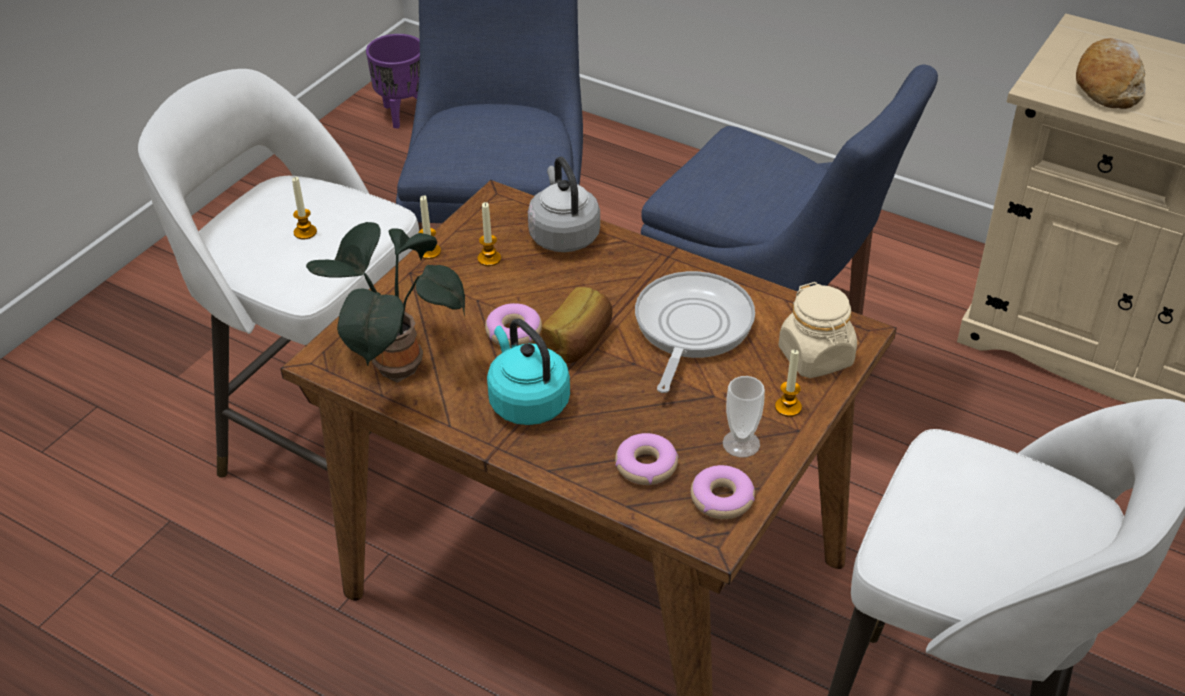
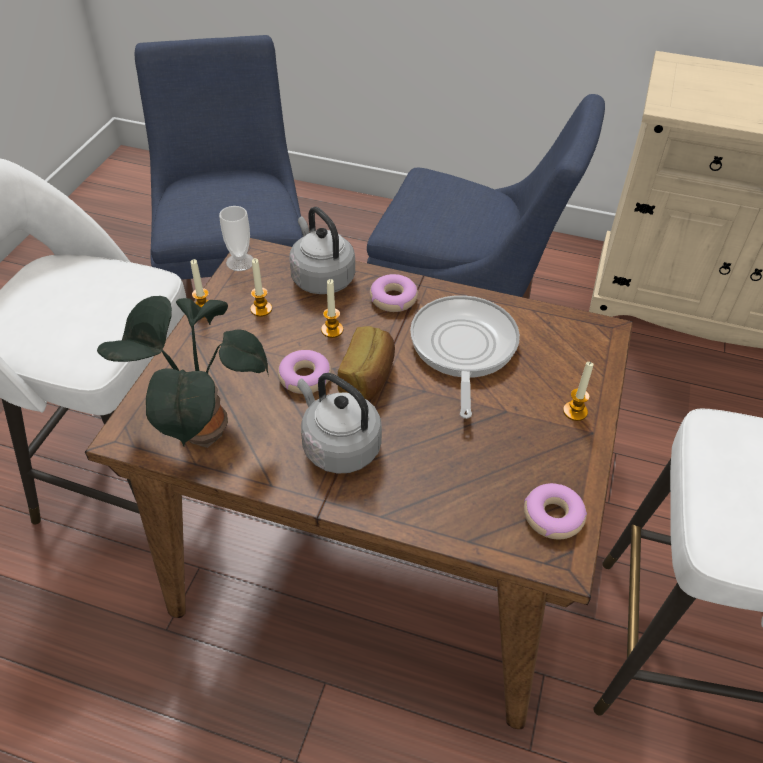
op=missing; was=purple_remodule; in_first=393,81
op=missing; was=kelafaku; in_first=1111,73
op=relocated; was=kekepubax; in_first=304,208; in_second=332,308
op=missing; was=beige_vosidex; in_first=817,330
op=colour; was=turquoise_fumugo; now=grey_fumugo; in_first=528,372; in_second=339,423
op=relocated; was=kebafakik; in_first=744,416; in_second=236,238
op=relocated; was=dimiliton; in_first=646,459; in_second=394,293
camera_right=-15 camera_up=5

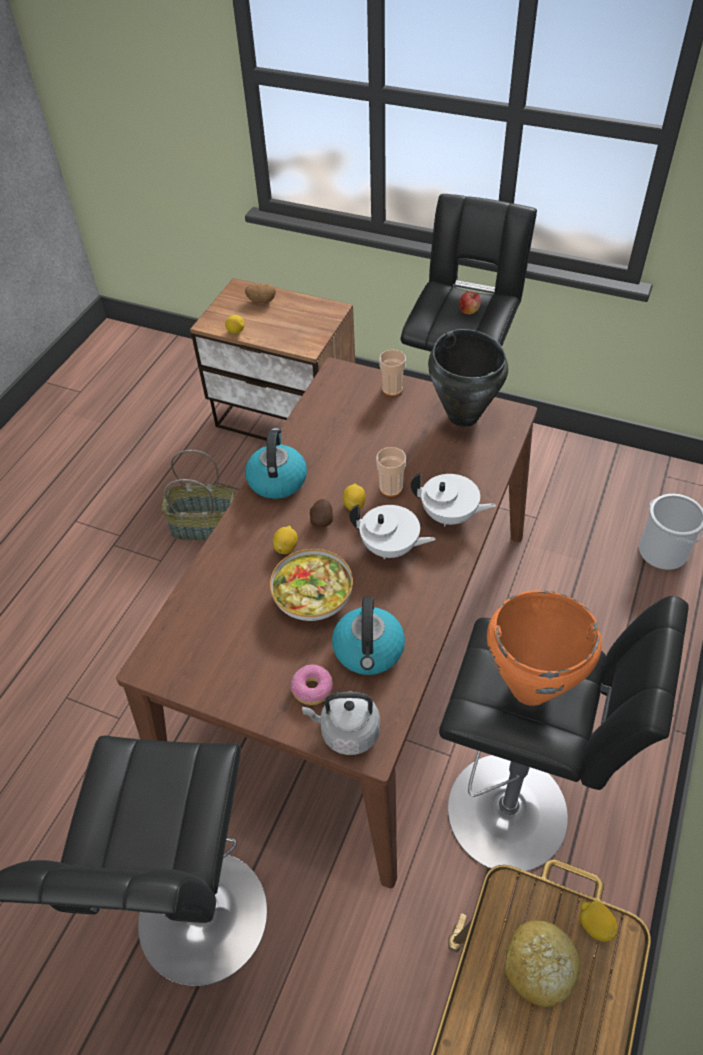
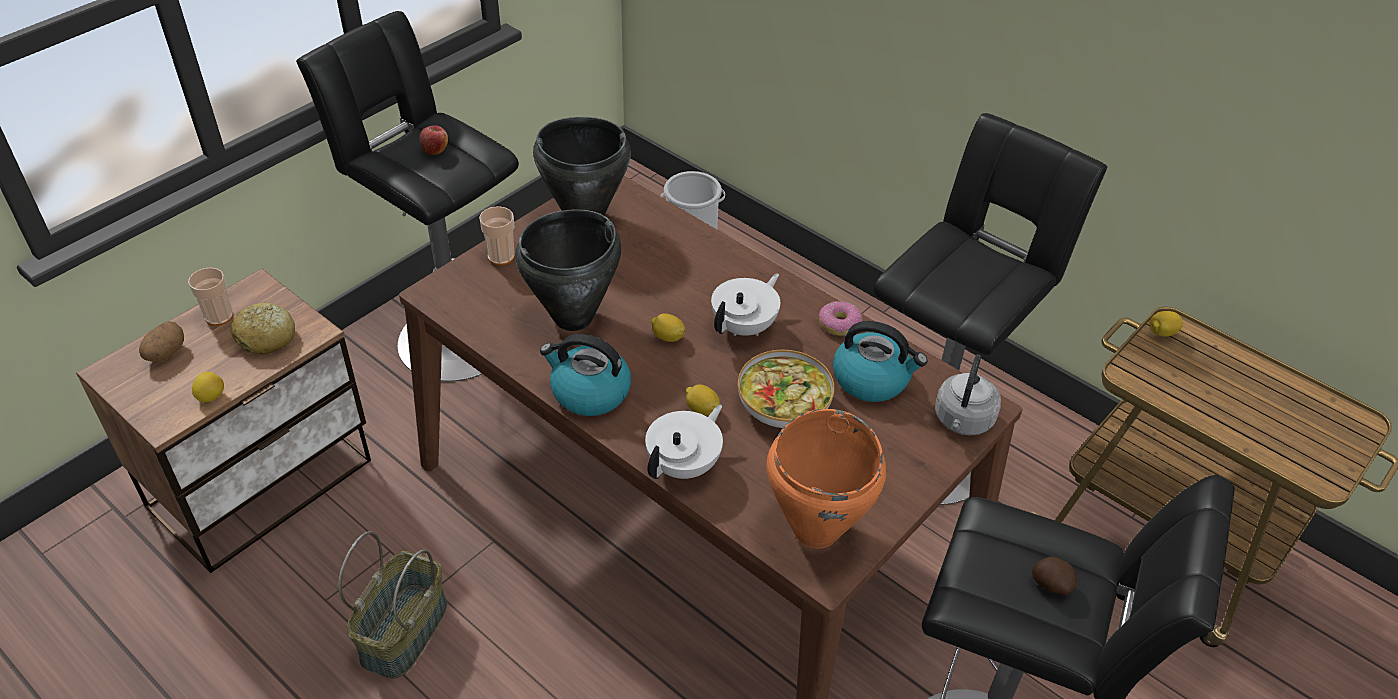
op=relocated; was=kebafakik; in_first=391,472; in_second=210,297
op=relocated; was=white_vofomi; in_first=453,500; in_second=684,442
op=relocated; was=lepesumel; in_first=321,513; in_second=1054,576
op=relocated; was=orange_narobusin; in_first=544,648; in_second=826,478
op=relocated; was=dimiliton; in_first=312,684; in_second=840,318
op=relocated; was=kelafaku; in_first=542,963; in_second=263,328
op=appeared; now=black_narobusin; in_second=568,270
camera_right=-75 camera_up=-5

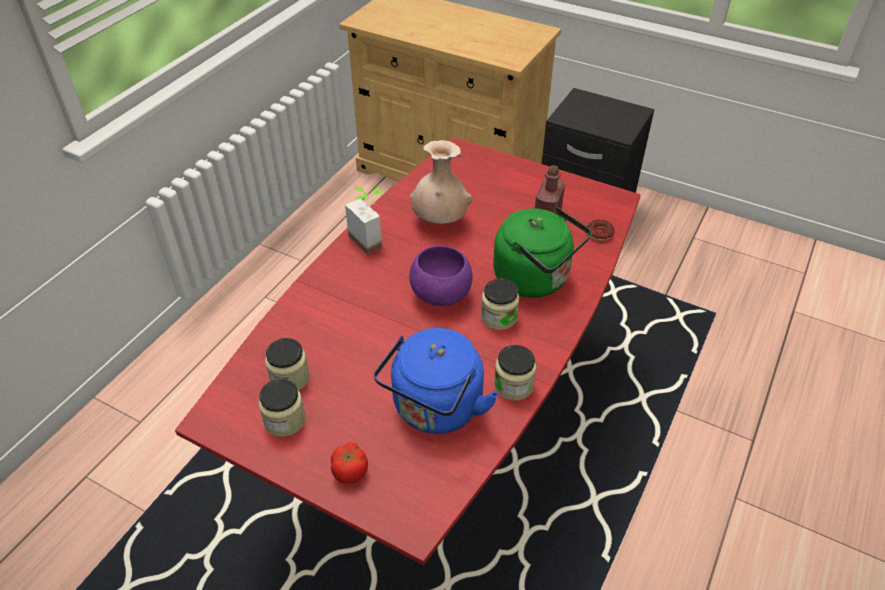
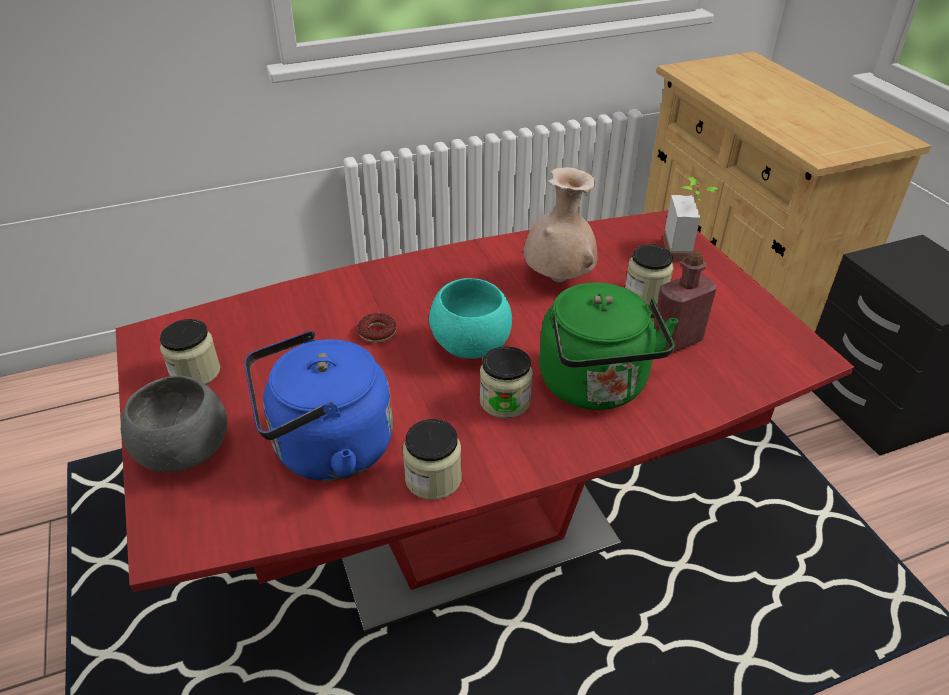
op=relocated; was=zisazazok; in_first=364,221; in_second=690,219
op=relocated; was=dimiliton; in_first=601,230; in_second=377,328
op=colour; was=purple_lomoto; now=turquoise_lomoto; in_first=441,276; in_second=470,318
op=relocated; was=vosidex; in_first=287,364; in_second=649,275
op=exchanged; was=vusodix; now=grey_lomoto; in_first=349,463; in_second=174,424
camera_right=40 camera_up=-5

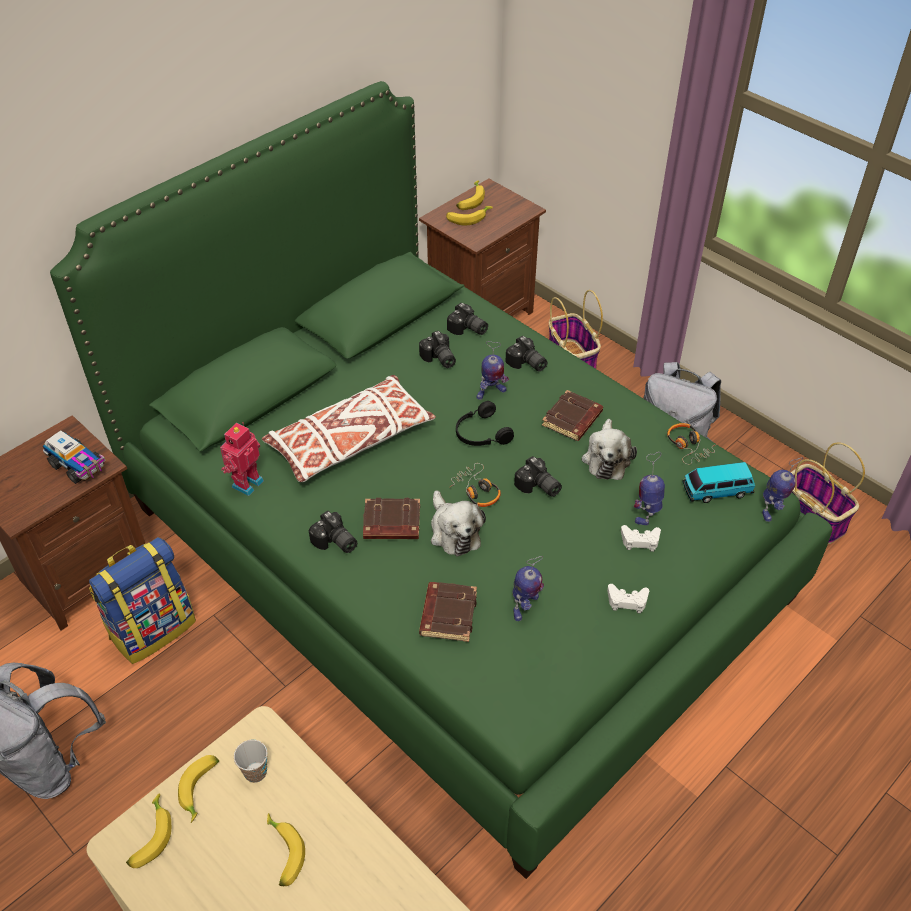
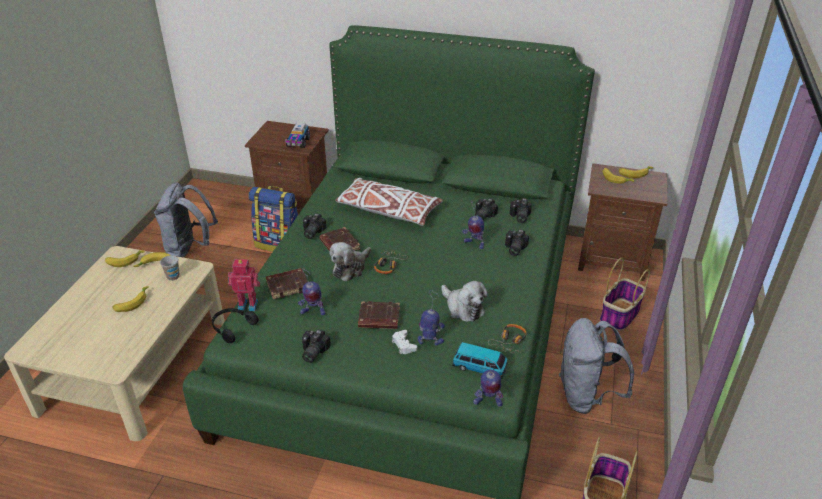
op=relocated; was=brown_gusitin; in_first=572,415; in_second=379,315
op=relocated; was=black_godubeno; in_first=485,423; in_second=235,325
op=spun; was=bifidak; in_first=609,449; in_second=464,301; clockwise=-105
op=relocated; was=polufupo; in_first=242,459; in_second=244,285
op=relocated; was=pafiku; in_first=538,476; in_second=316,346
op=spun; was=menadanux; in_first=719,482; in_second=480,360; clockwise=150
op=missing; was=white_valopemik; in_first=628,598
camera_right=60 camera_up=-10

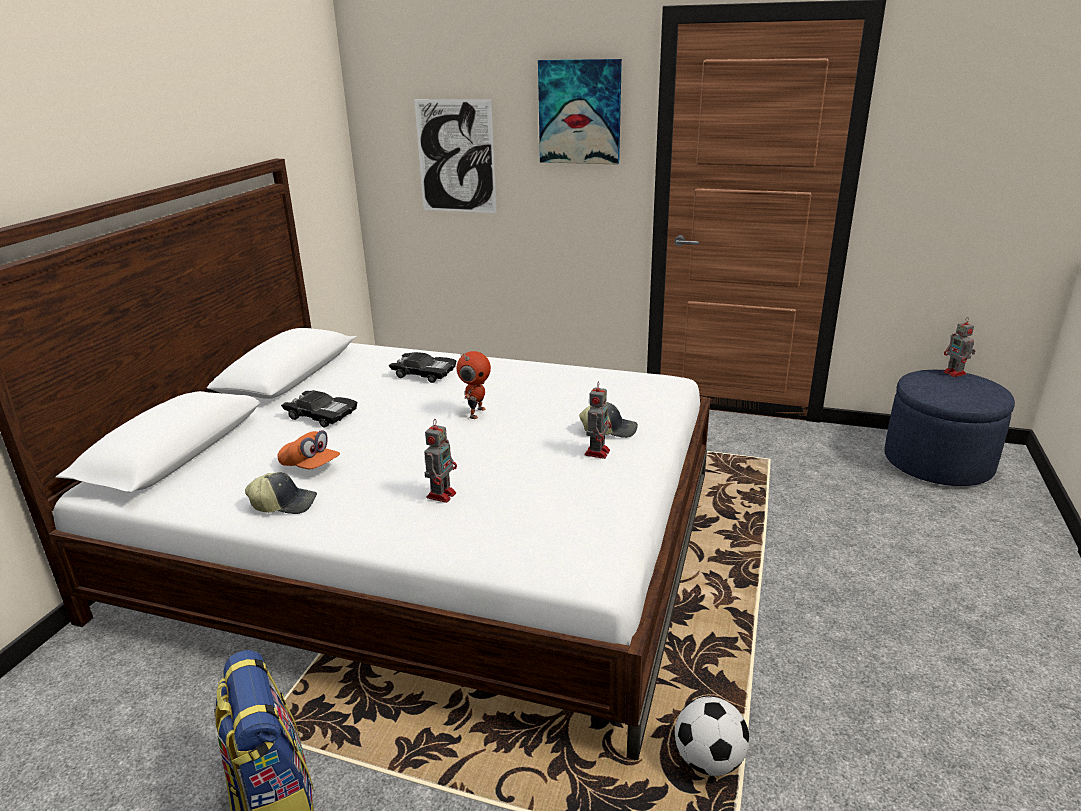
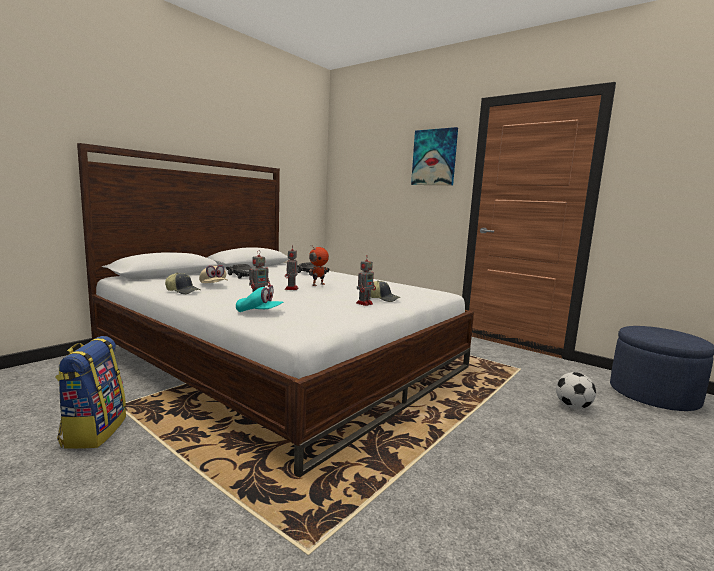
op=missing; was=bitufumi; in_first=455,156
op=relocated; was=polufupo; in_first=959,347; in_second=291,267
op=colour; was=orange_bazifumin; now=beige_bazifumin; in_first=308,449; in_second=213,274
op=relocated; was=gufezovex; in_first=712,736; in_second=576,390
op=appeared; now=turquoise_bazifumin; in_second=260,298
camera_right=20 camera_up=-15

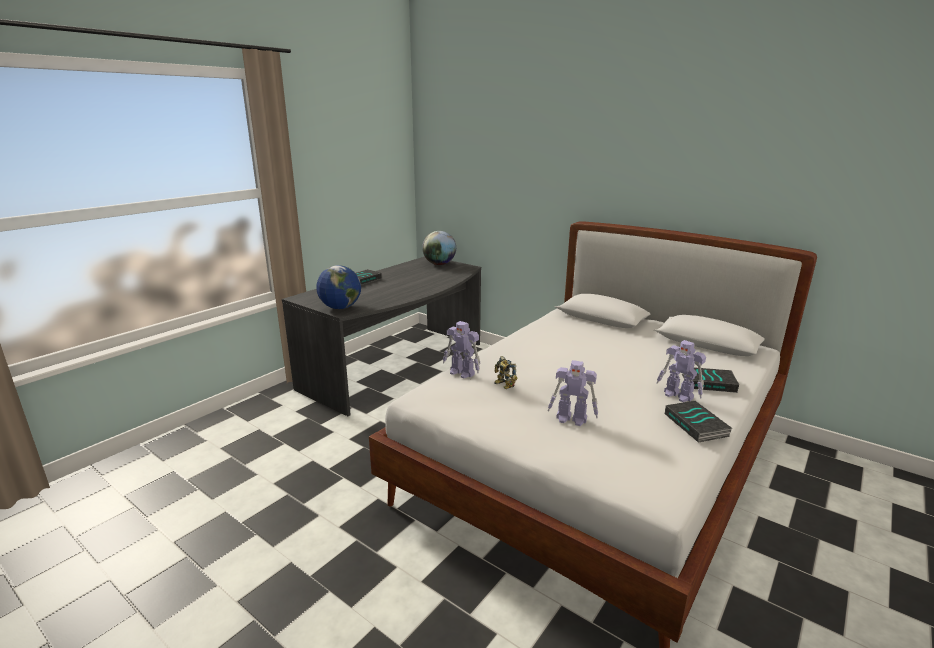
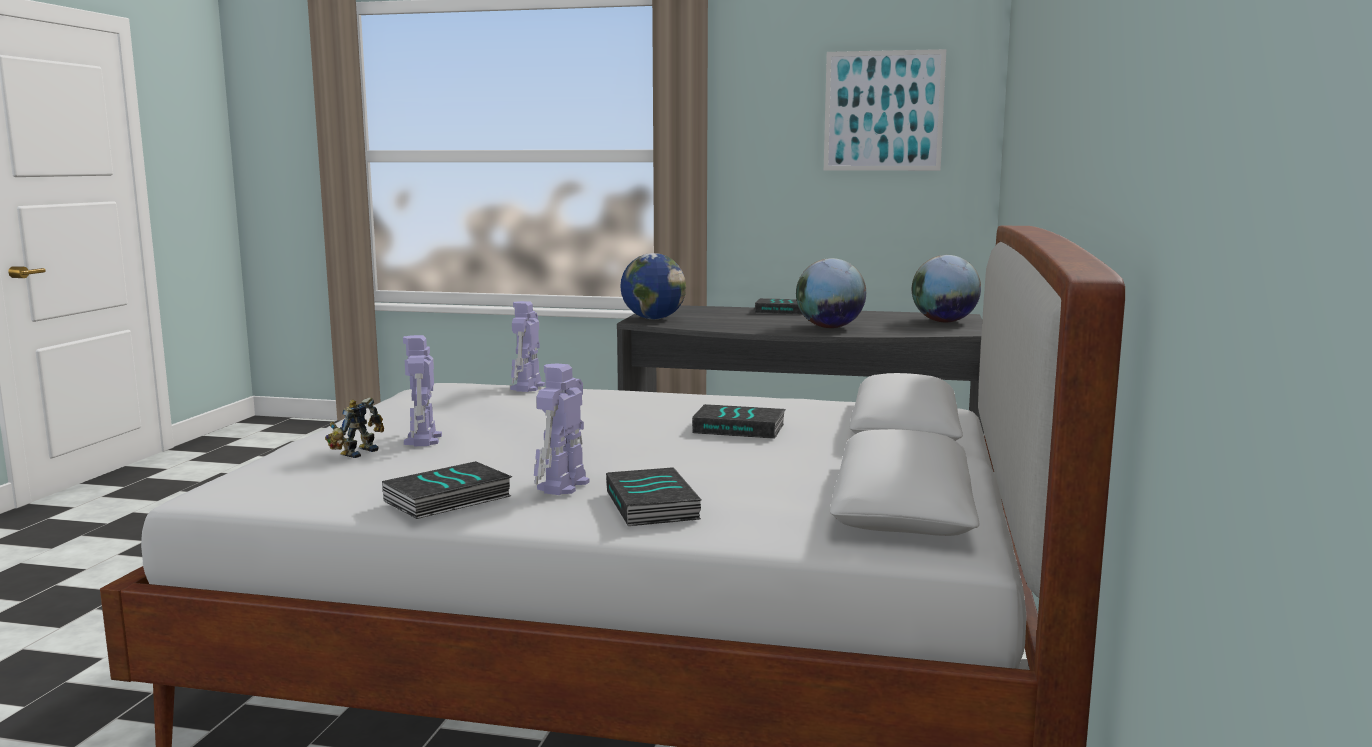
op=relocated; was=polufupo; in_first=506,372; in_second=354,427
op=appeared; now=bitufumi; in_second=885,110
op=appeared; now=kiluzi; in_second=831,293
op=appeared; now=gusitin; in_second=739,421
camera_right=65 camera_up=-10

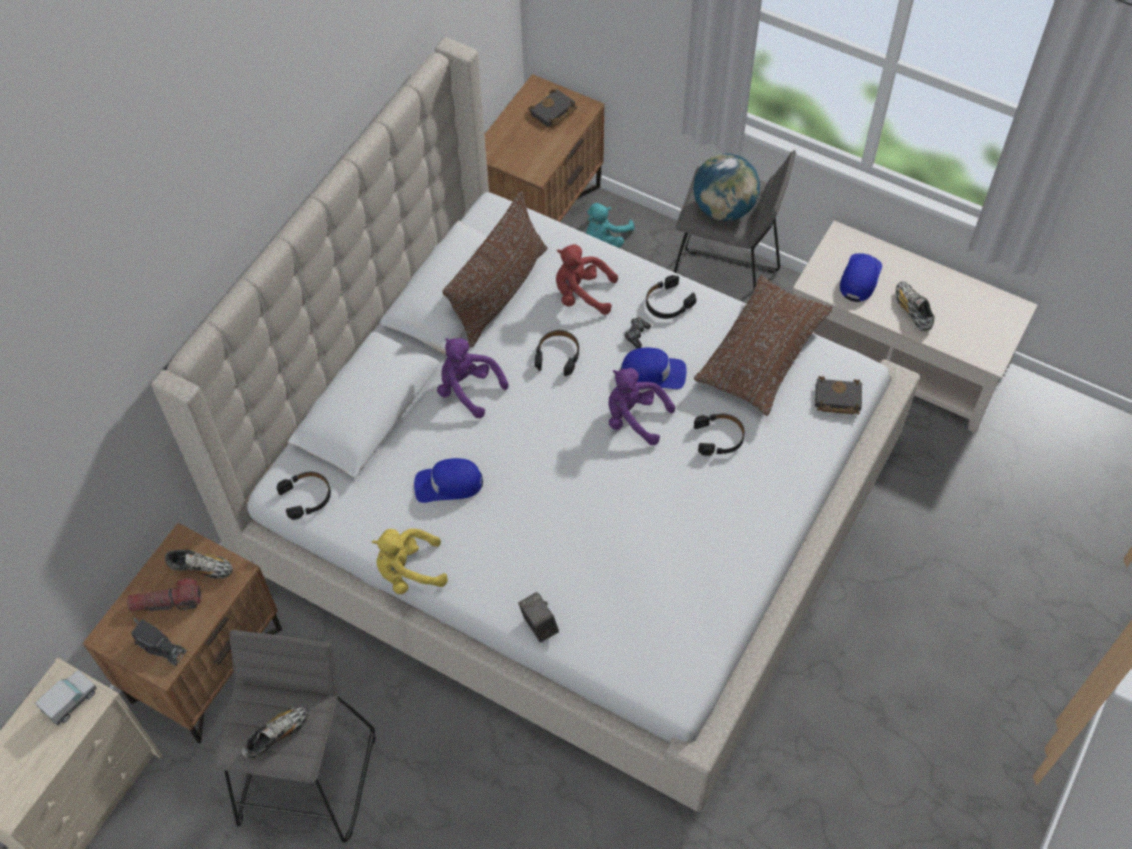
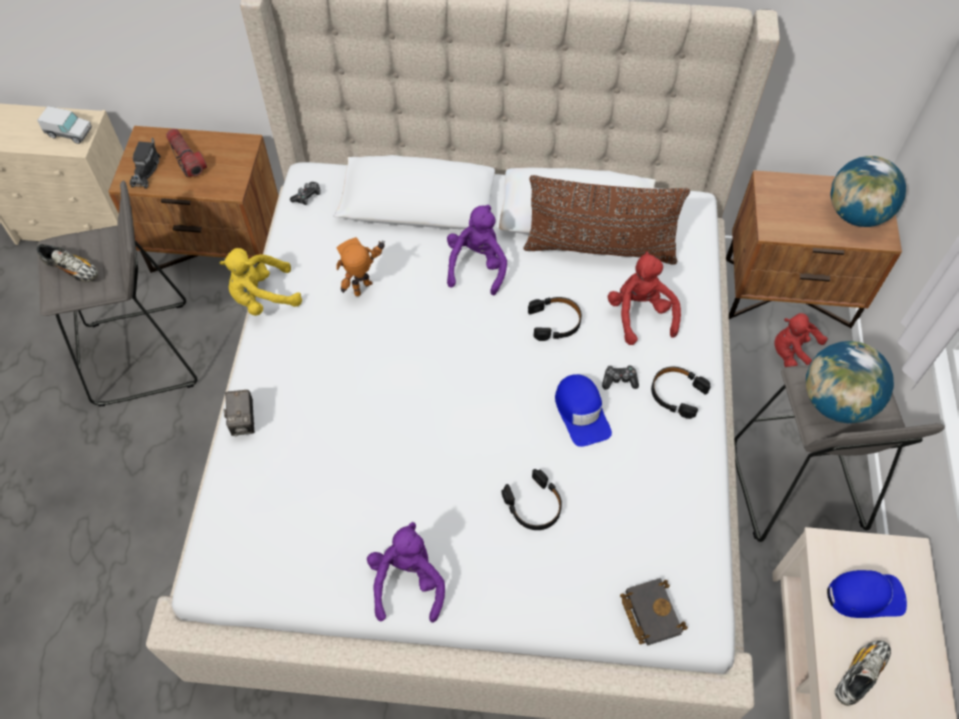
op=exchanged; was=black_gusitin; now=kiluzi; in_first=552,108; in_second=868,191
op=colour; was=turquoise_bifidak; now=red_bifidak; in_first=610,225; in_second=801,340
op=missing; was=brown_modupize; in_first=763,345
op=relocated; was=purple_bifidak; in_first=641,406; in_second=406,572
op=exchanged; was=blue_bazifumin; now=polufupo; in_first=448,480; in_second=360,266
op=exchanged; was=black_godubeno; now=valopemik; in_first=303,496; in_second=305,193
op=spun; was=yellow_bifidak; in_first=410,561; in_second=261,282; clockwise=-75
op=missing; was=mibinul; in_first=199,564
op=spun; was=pafiku; in_first=538,617; in_second=239,413; clockwise=135
camera_right=65 camera_up=0

